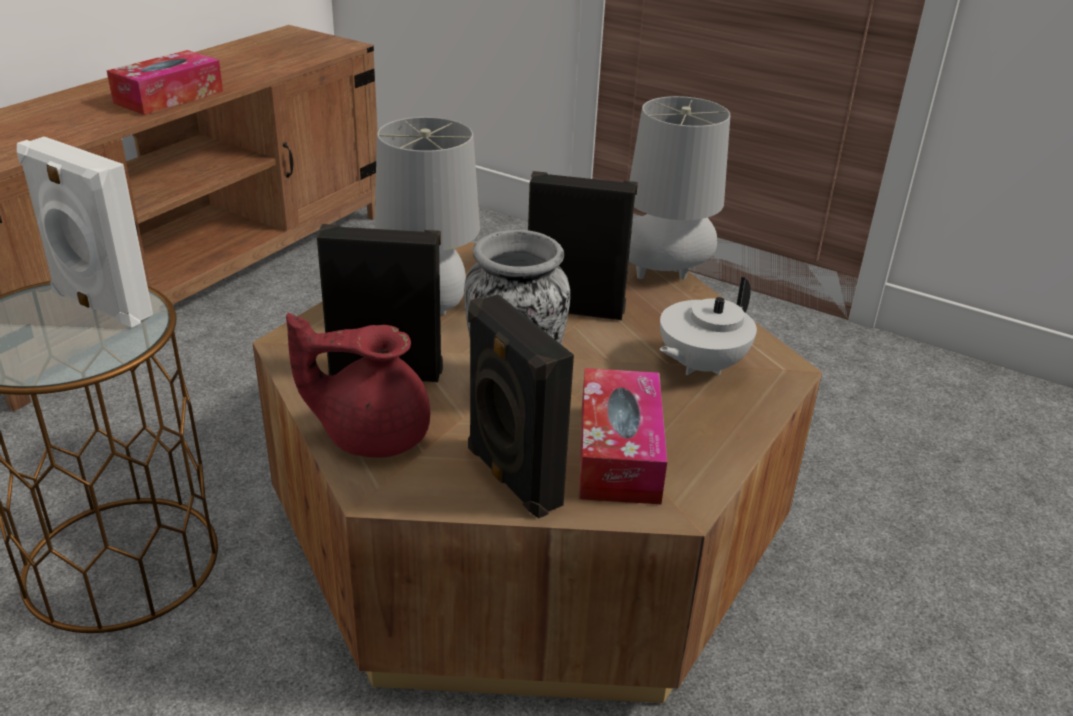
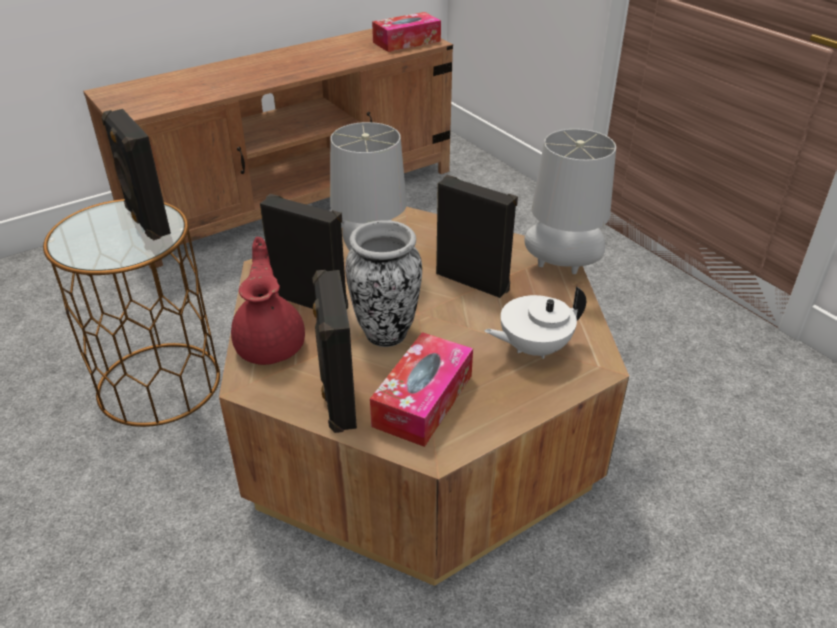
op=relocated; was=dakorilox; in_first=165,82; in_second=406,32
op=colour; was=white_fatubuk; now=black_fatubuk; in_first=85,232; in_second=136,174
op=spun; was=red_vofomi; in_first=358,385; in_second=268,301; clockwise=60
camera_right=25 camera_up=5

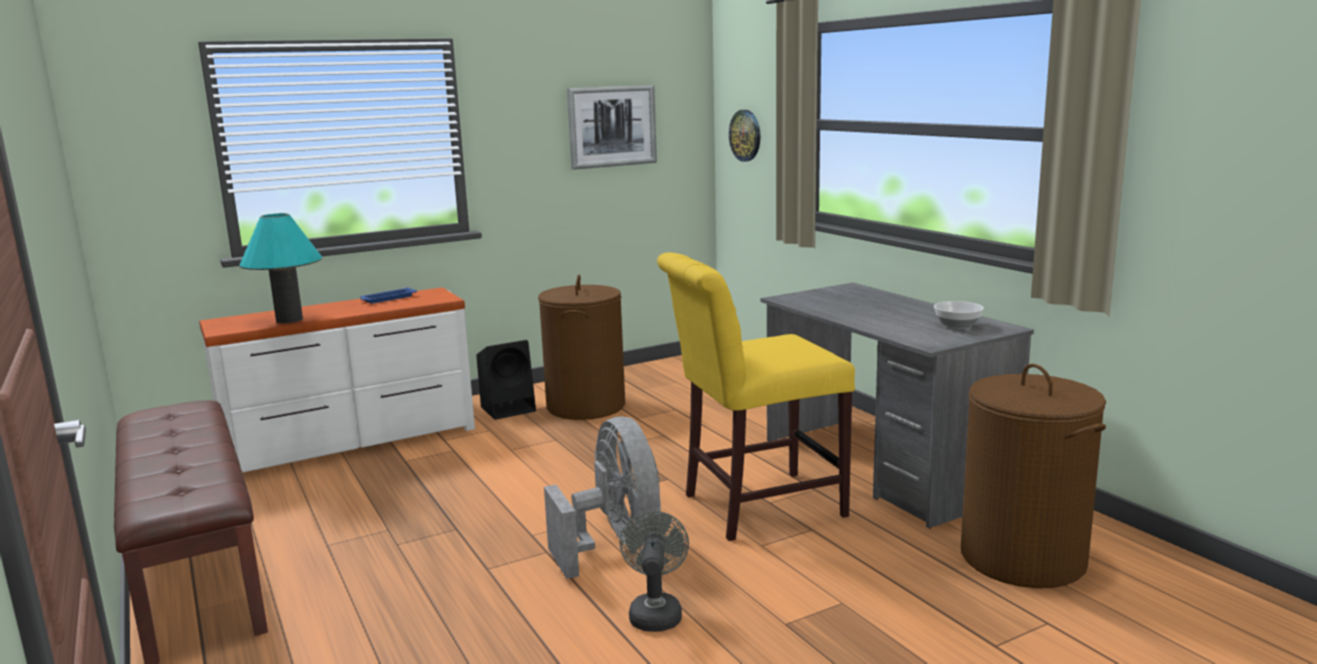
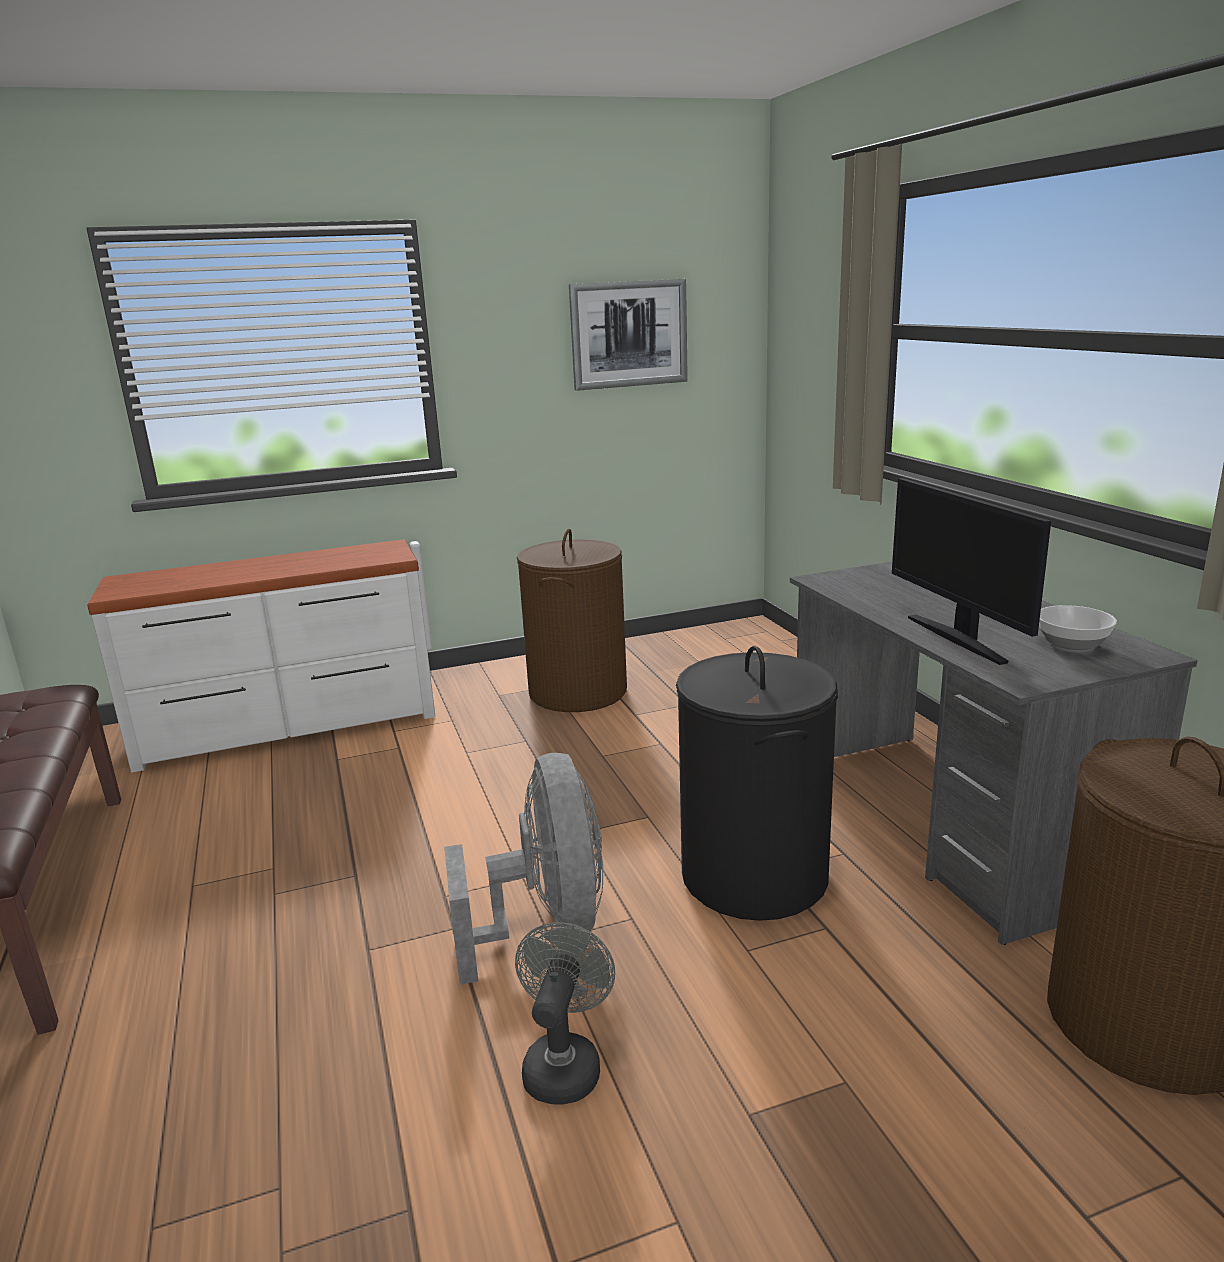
op=missing; was=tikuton; in_first=745,136
op=missing; was=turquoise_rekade; in_first=280,268
op=exchanged; was=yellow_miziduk; now=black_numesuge; in_first=756,396; in_second=757,783
op=missing; was=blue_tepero; in_first=388,295
op=missing; was=black_fatubuk; in_first=506,380
op=appeared; now=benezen; in_second=971,571
camera_right=10 camera_up=5

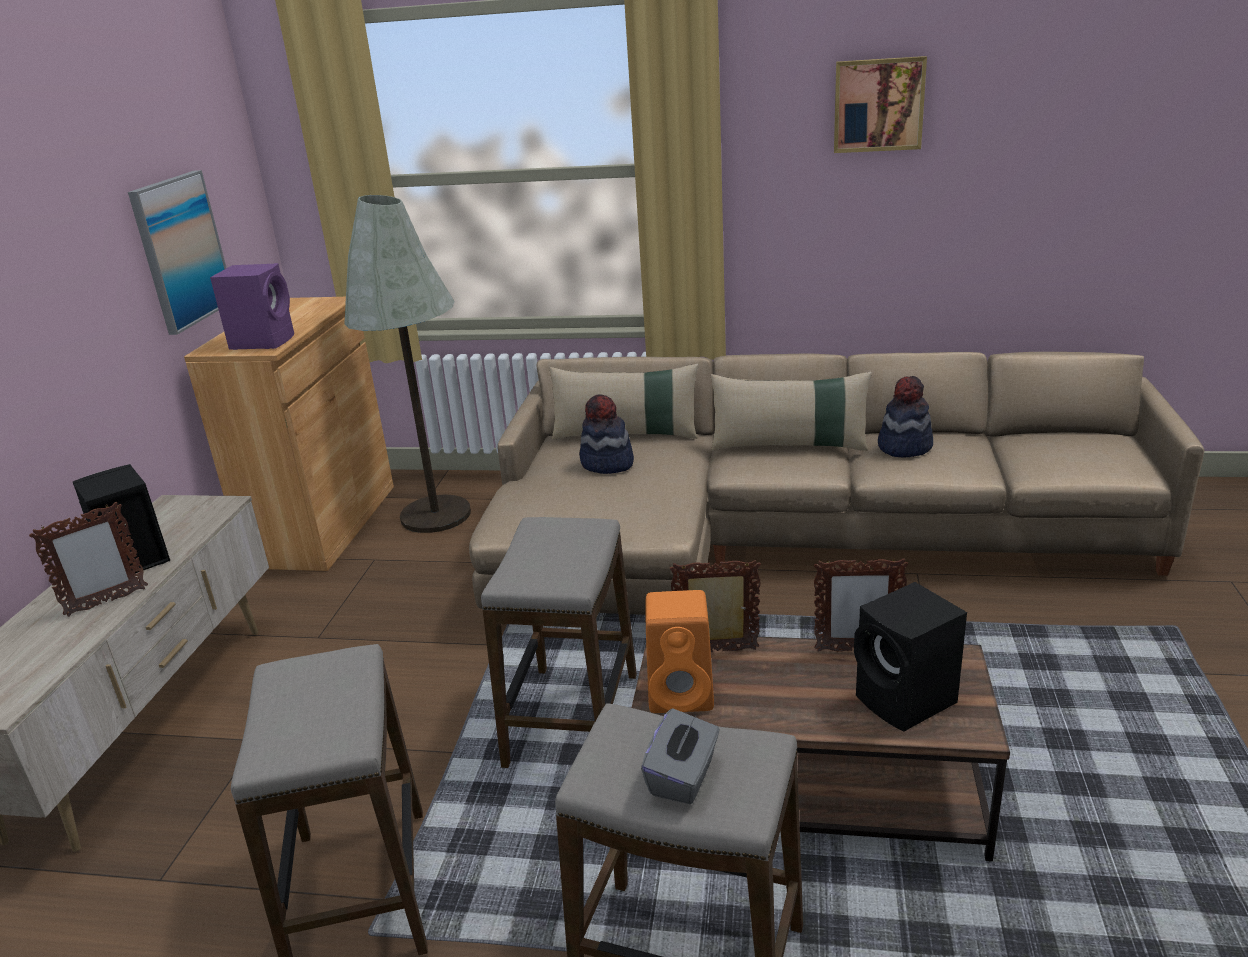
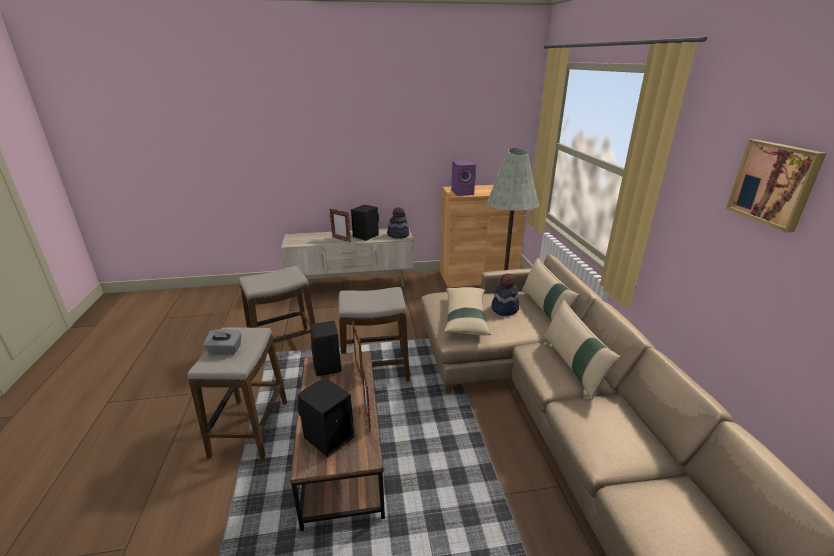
op=missing; was=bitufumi; in_first=177,252
op=relocated; was=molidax; in_first=905,417; in_second=398,223
op=colour; was=orange_fatubuk; now=black_fatubuk; in_first=680,651; in_second=326,348
op=appeared; now=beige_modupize; in_second=467,311
camera_right=70 camera_up=0

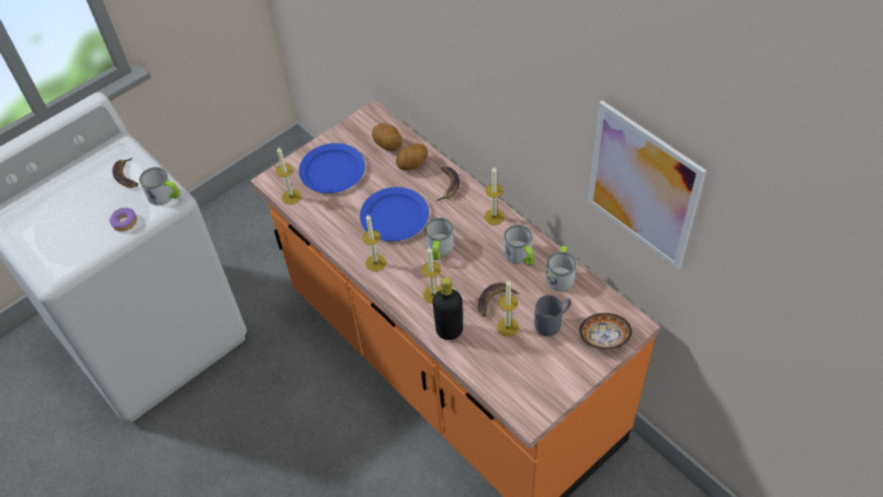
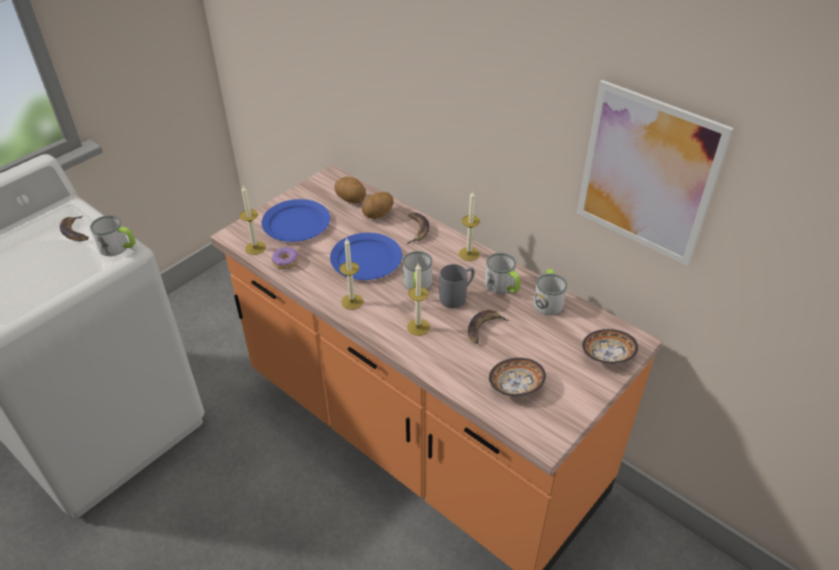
op=relocated; was=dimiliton; in_first=123,219; in_second=285,258
op=missing; was=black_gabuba; in_first=448,308
op=missing; was=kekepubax; in_first=508,308
op=relocated; was=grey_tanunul; in_first=552,316; in_second=457,286
op=appeared; now=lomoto; in_second=517,377
camera_right=-10 camera_up=-10

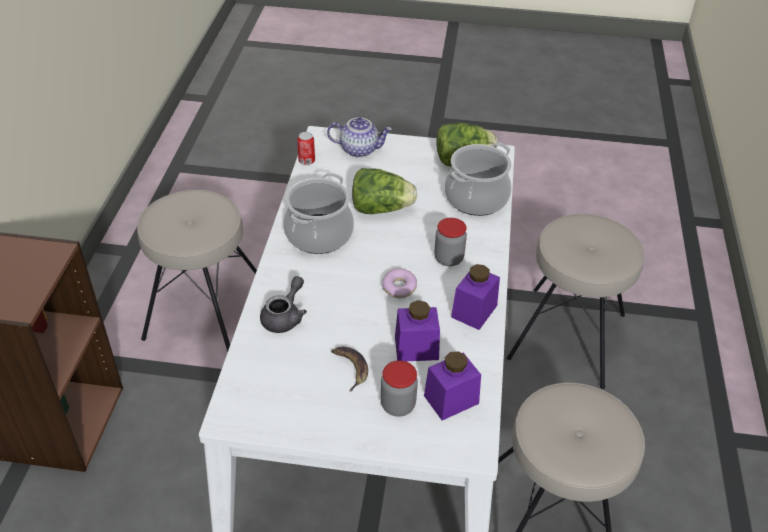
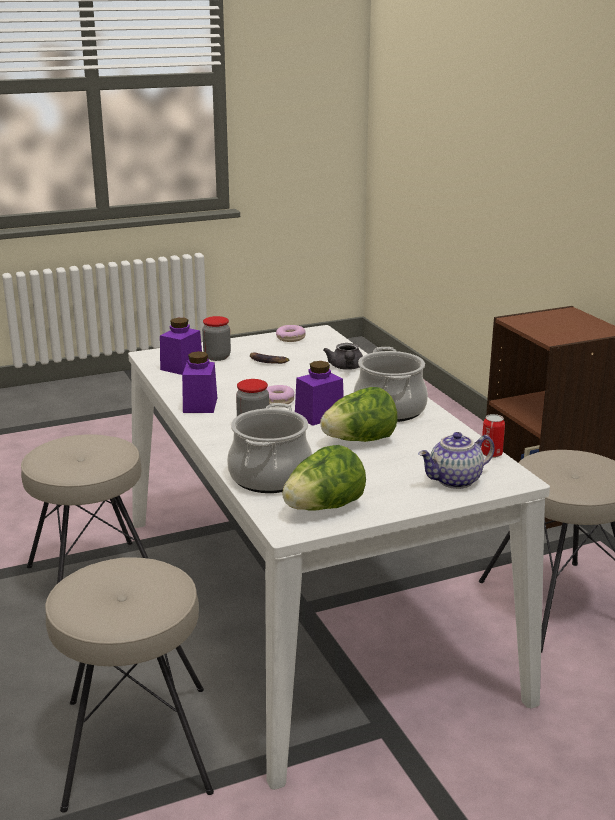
op=relocated; was=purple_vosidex; in_first=417,330; in_second=319,393
op=appeared; now=dimiliton; in_second=291,333
camera_right=150 camera_up=-20

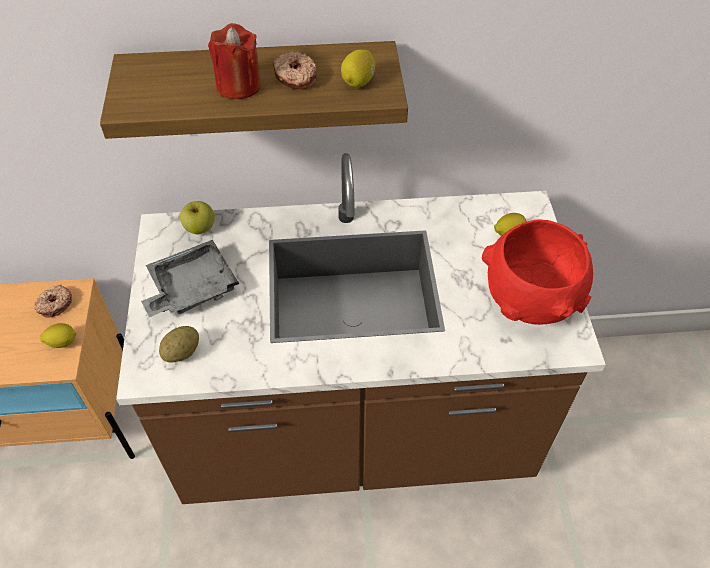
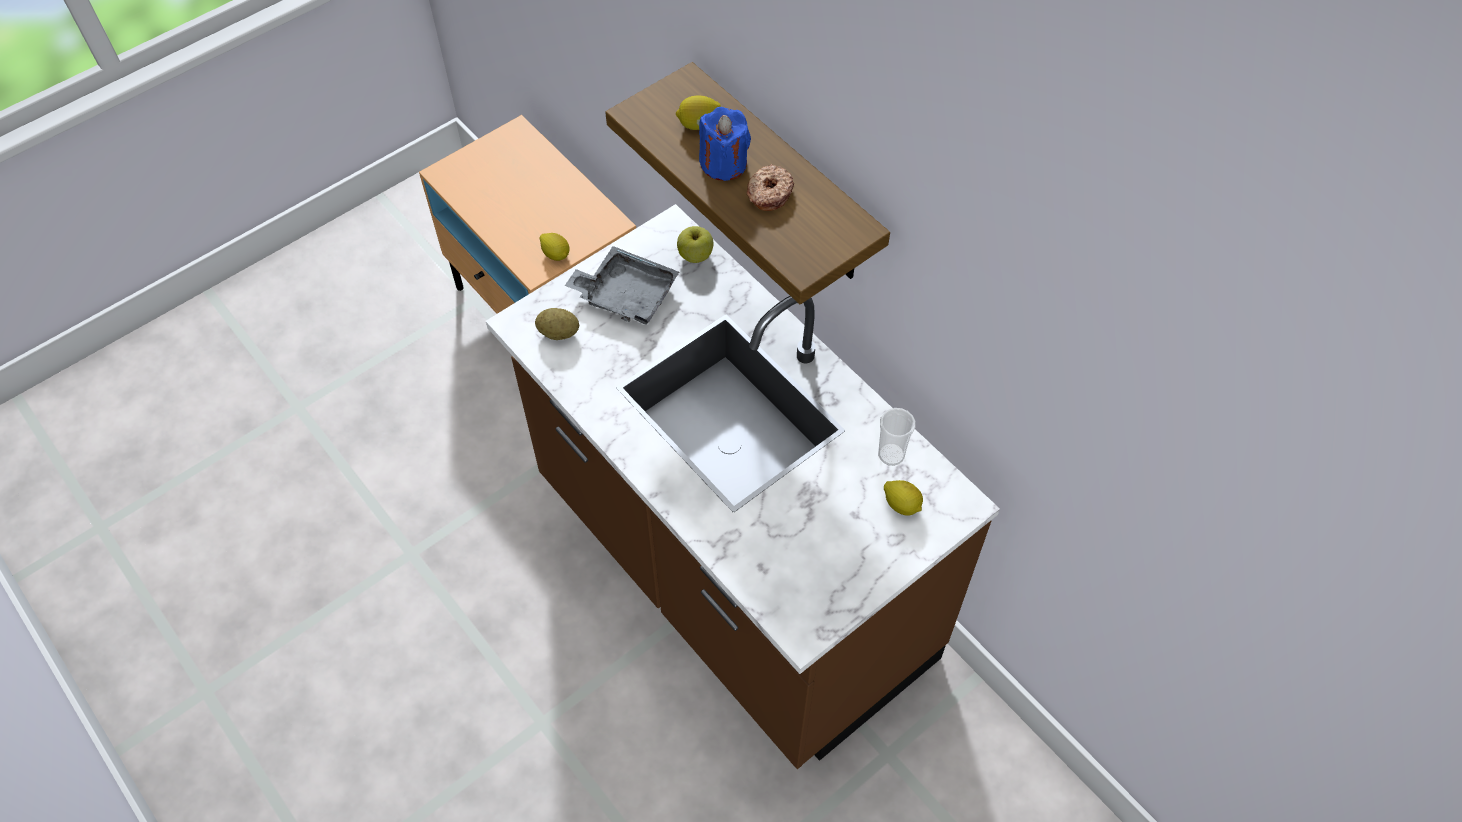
op=colour; was=red_kekepubax; now=blue_kekepubax; in_first=234,61; in_second=725,144
op=relocated; was=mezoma; in_first=358,68; in_second=698,112
op=missing; was=red_lomoto; in_first=537,272
op=missing; was=dimiliton; in_first=53,301
op=appeared; now=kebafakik; in_second=897,437
camera_right=55 camera_up=5

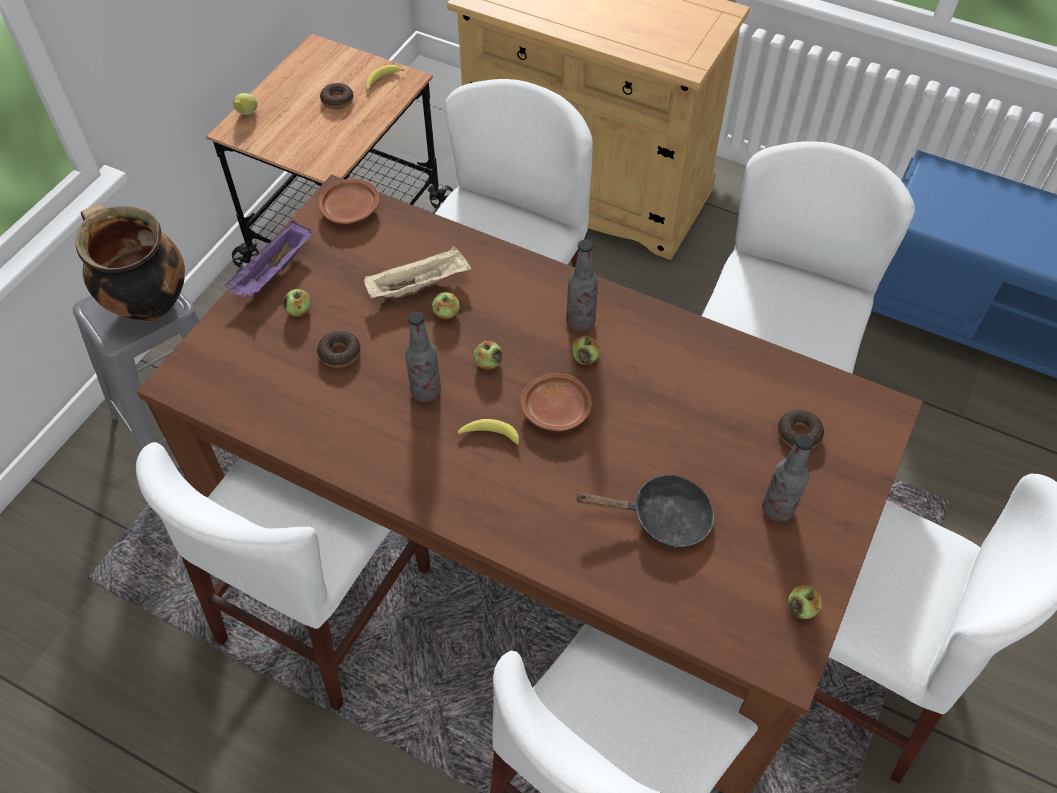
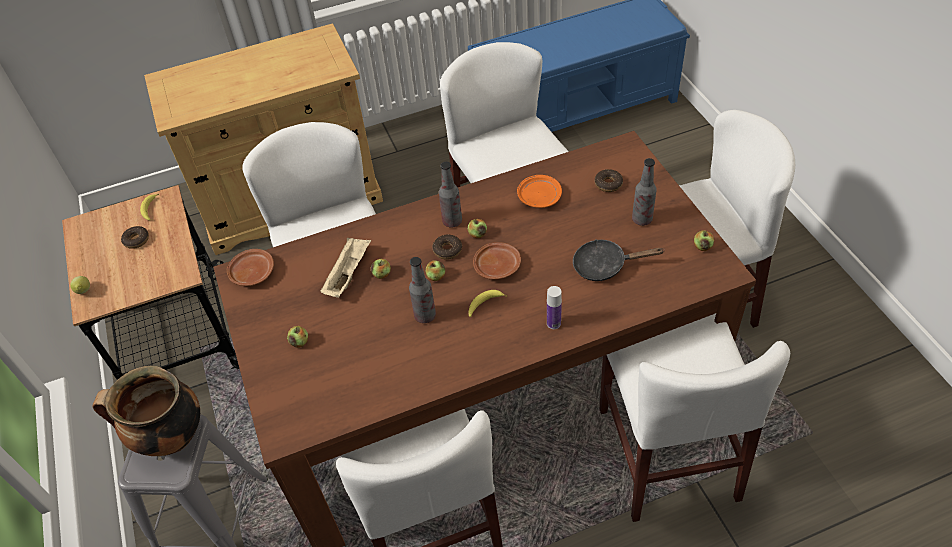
op=missing; was=purple_tepero; in_first=268,259
op=relocated; was=dimiliton; in_first=339,349; in_second=447,247
op=spun; was=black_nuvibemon; in_first=644,511; in_second=619,260; clockwise=-135
op=appeared; now=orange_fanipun; in_second=539,191
op=appeared; now=gabuba; in_second=554,307
camera_right=-45 camera_up=-5

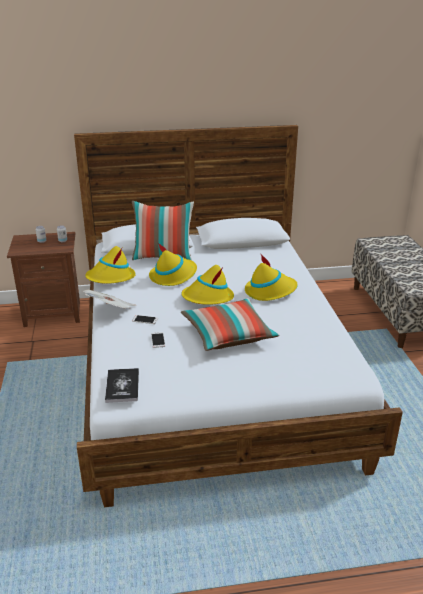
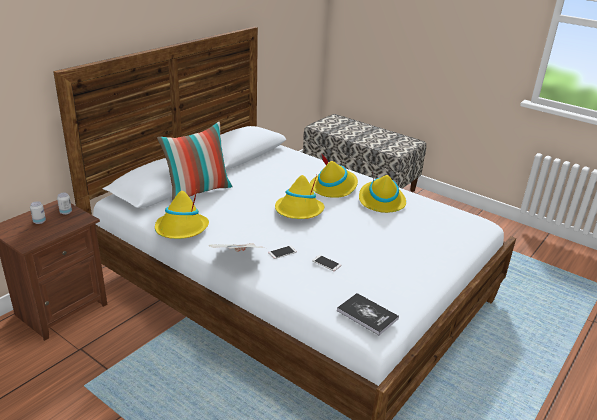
op=relocated; was=yellow_molidax; in_first=173,264; in_second=382,194
op=missing; was=modupize; in_first=230,324
camera_right=-45 camera_up=0

